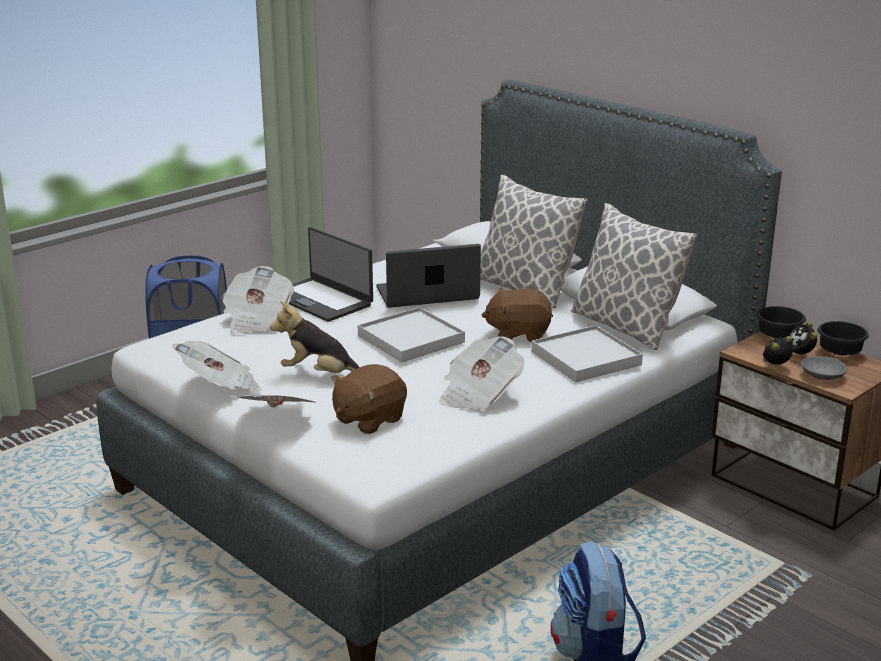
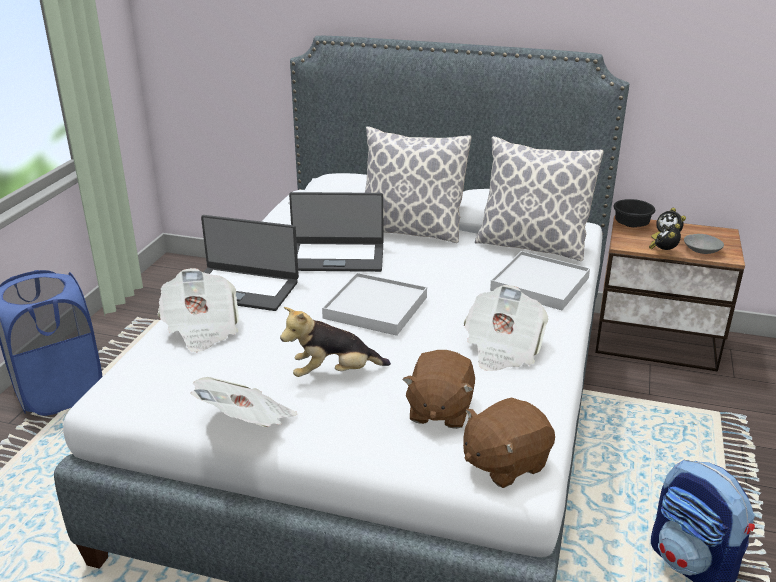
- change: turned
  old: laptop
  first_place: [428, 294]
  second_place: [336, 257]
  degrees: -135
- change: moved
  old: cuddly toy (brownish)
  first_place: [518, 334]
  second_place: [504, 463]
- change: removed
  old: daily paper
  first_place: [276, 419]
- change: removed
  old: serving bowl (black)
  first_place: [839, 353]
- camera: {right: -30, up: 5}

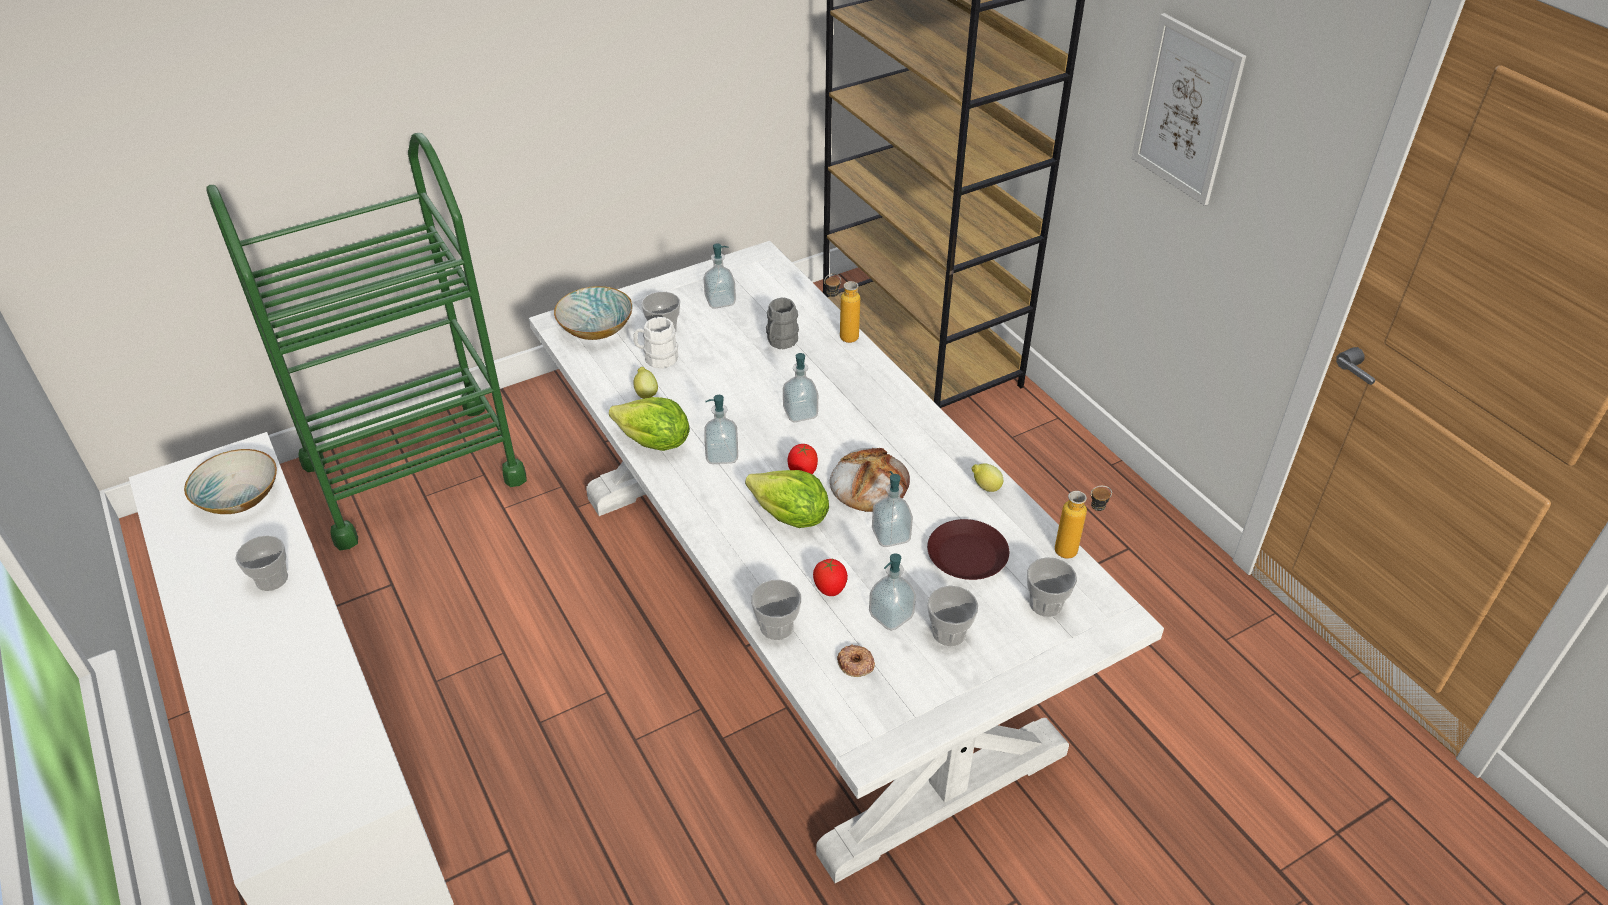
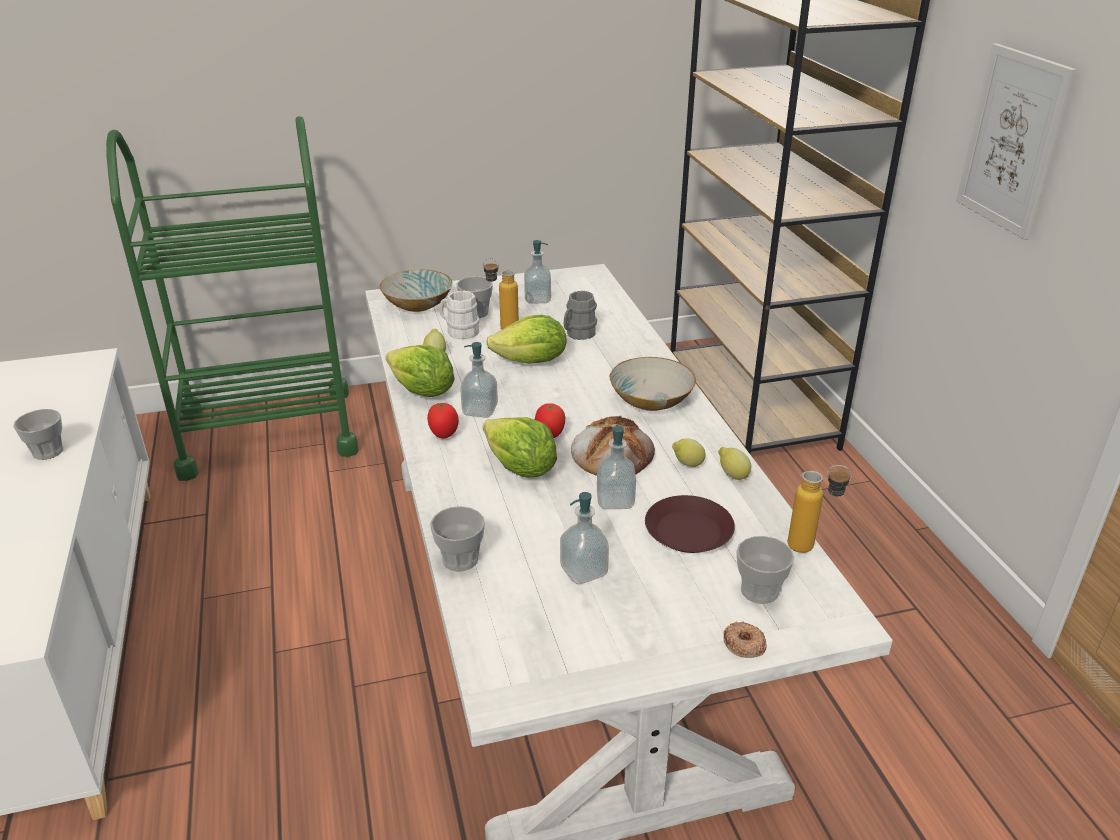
- change: moved
  old: fresh tomato
  first_place: [830, 590]
  second_place: [444, 435]
- change: moved
  old: beverage bottle
  first_place: [841, 338]
  second_place: [502, 328]
- change: added
  new: lettuce head
  second_place: [532, 362]
- change: moved
  old: serving bowl
  first_place: [238, 497]
  second_place: [650, 400]
- change: added
  new: lemon
  second_place: [687, 465]
- change: moved
  old: ring doughnut
  first_place: [855, 664]
  second_place: [744, 644]
- change: removed
  old: liquid soap bottle
  first_place: [800, 413]
- change: removed
  old: small cup
  first_place: [949, 633]
- camera: {right: 15, up: -10}

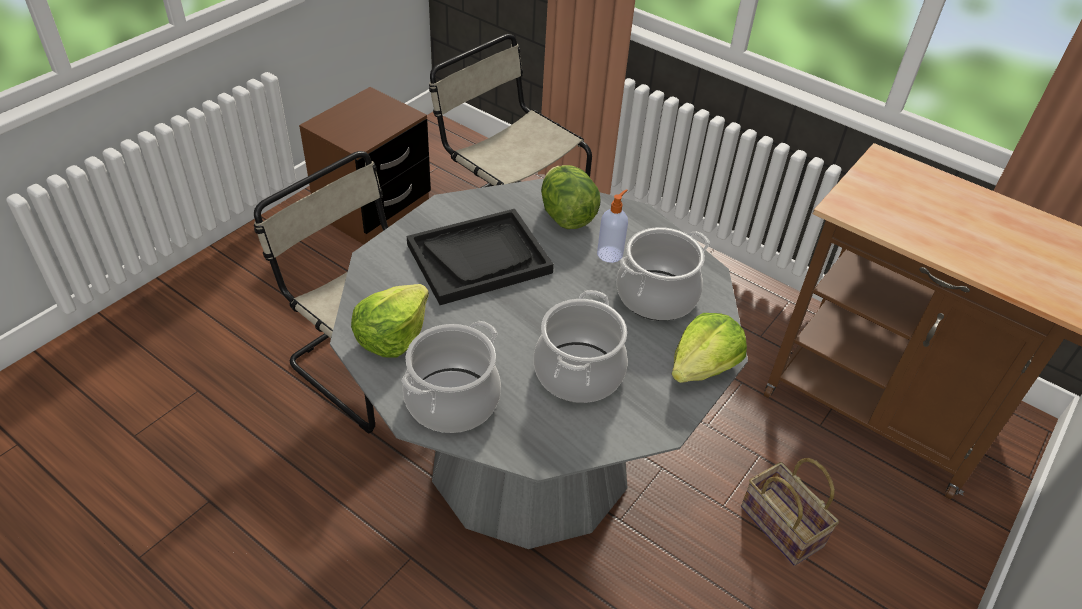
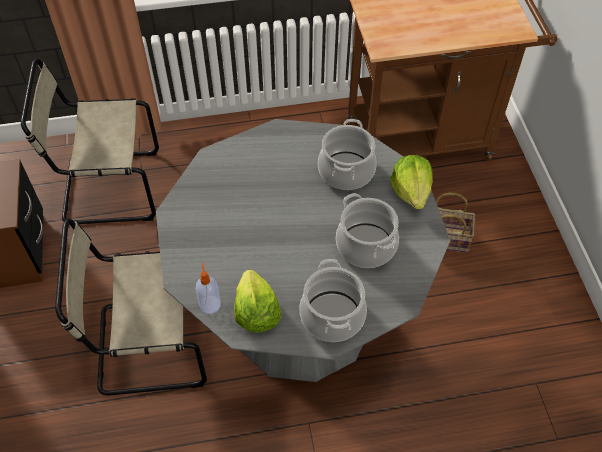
- change: moved
  old: liquid soap bottle
  first_place: [610, 253]
  second_place: [210, 304]
- change: removed
  old: serving tray (black)
  first_place: [479, 258]
- change: removed
  old: lettuce head
  first_place: [566, 216]
- camera: {right: -45, up: 10}

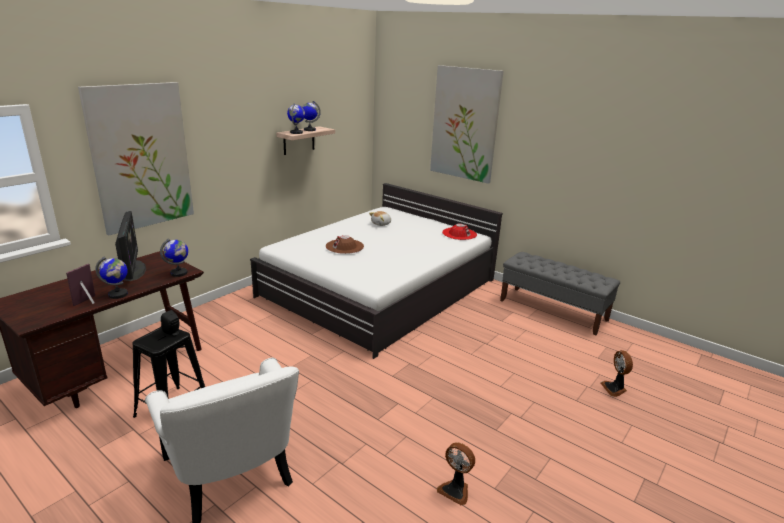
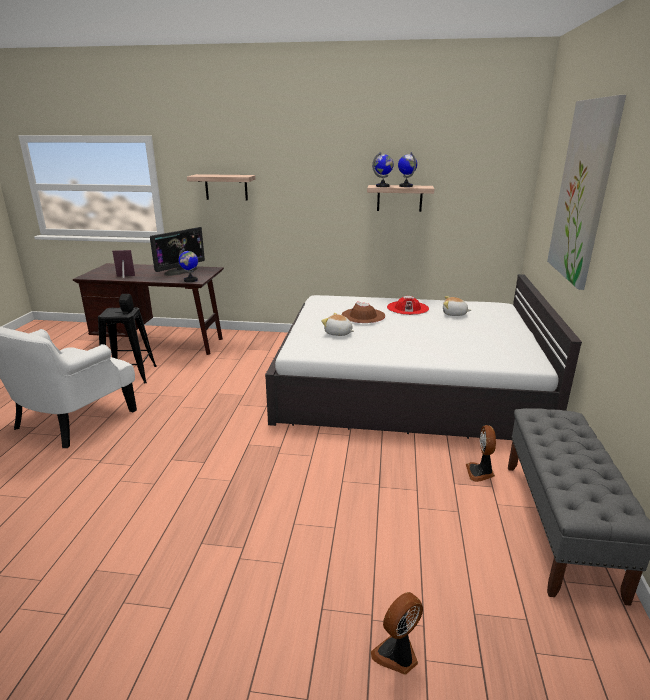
- change: replaced
  old: picture
  new: wall shelf
  first_place: [141, 157]
  second_place: [226, 187]
- change: added
  new: cuddly toy
  second_place: [338, 333]
- change: moved
  old: clothing hat (reddish)
  first_place: [459, 234]
  second_place: [407, 308]
- change: moved
  old: cooling fan
  first_place: [455, 490]
  second_place: [480, 472]
- change: removed
  old: globe
  first_place: [118, 294]
- camera: {right: 60, up: 0}

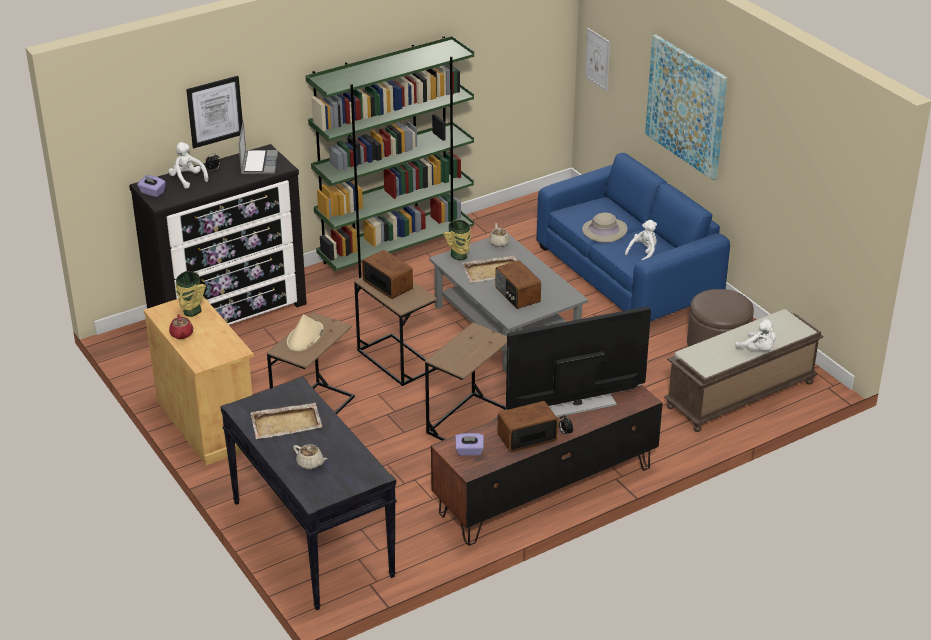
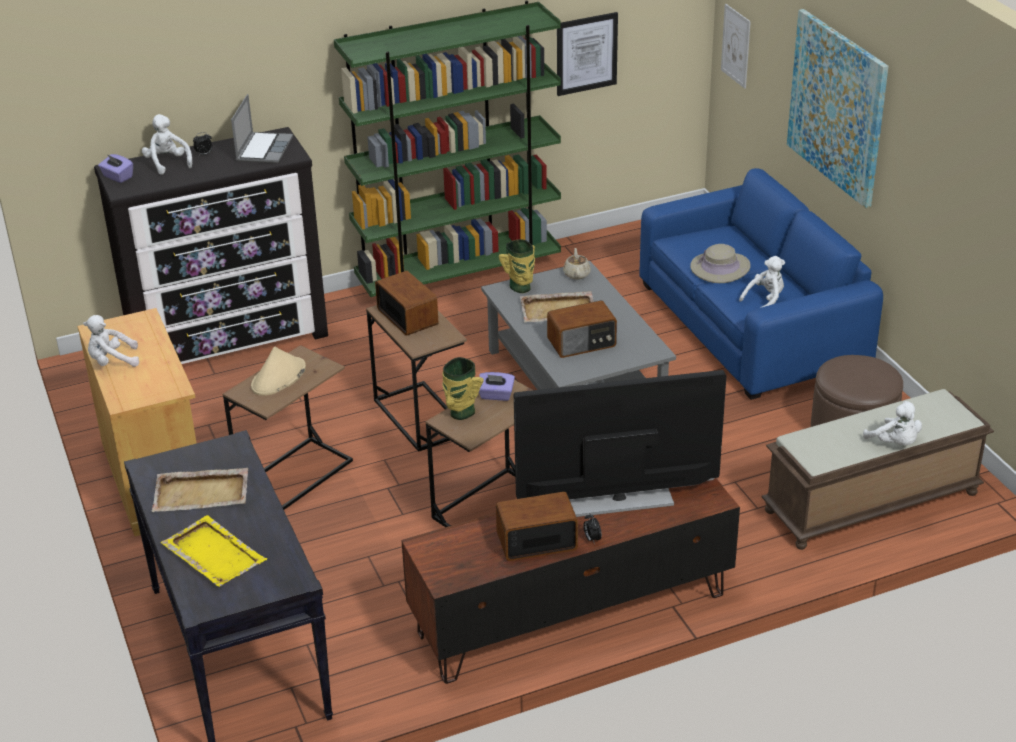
- change: replaced
  old: tea pot (reddish)
  new: cuddly toy (white)
  first_place: [181, 334]
  second_place: [112, 361]
- change: replaced
  old: tea pot (beige)
  new: serving tray (yellow-coloured)
  first_place: [310, 463]
  second_place: [213, 553]
- change: moved
  old: vase
  first_place: [191, 312]
  second_place: [461, 413]
- change: moved
  old: tissue box (purplish)
  first_place: [469, 451]
  second_place: [496, 395]
- change: turned
  old: radio set
  first_place: [517, 295]
  second_place: [582, 343]
  degrees: -90
- change: moved
  old: picture
  first_place: [215, 111]
  second_place: [586, 53]
- camera: {right: 10, up: 0}

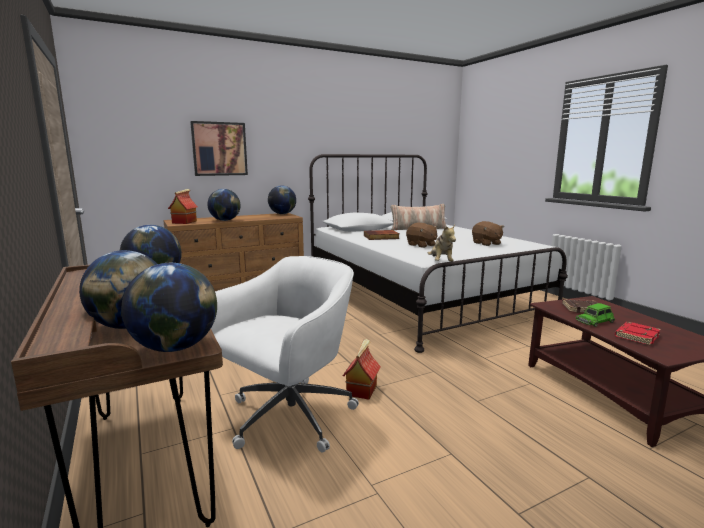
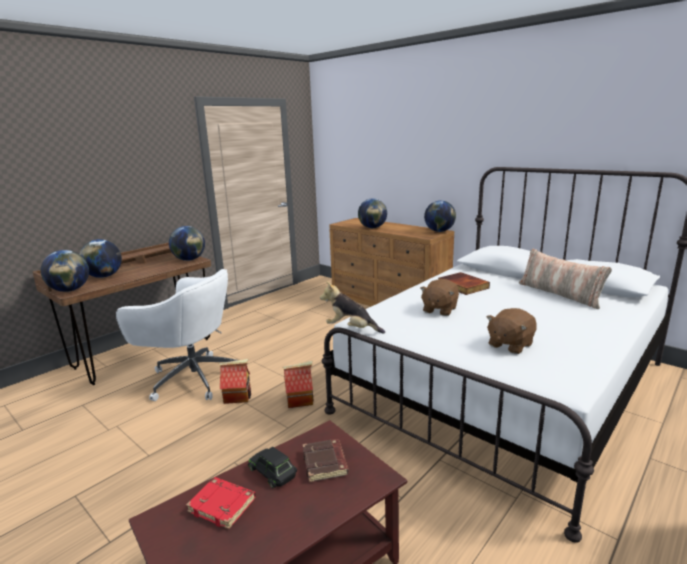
- change: recoloured
  old: toy car (green-coloured)
  new: toy car (black)
  first_place: [594, 321]
  second_place: [273, 471]
- change: moved
  old: toy house
  first_place: [184, 222]
  second_place: [300, 400]
- change: turned
  old: cuddly toy
  first_place: [441, 262]
  second_place: [351, 329]
  degrees: 45
- change: removed
  old: picture
  first_place: [219, 149]
- camera: {right: 70, up: 5}

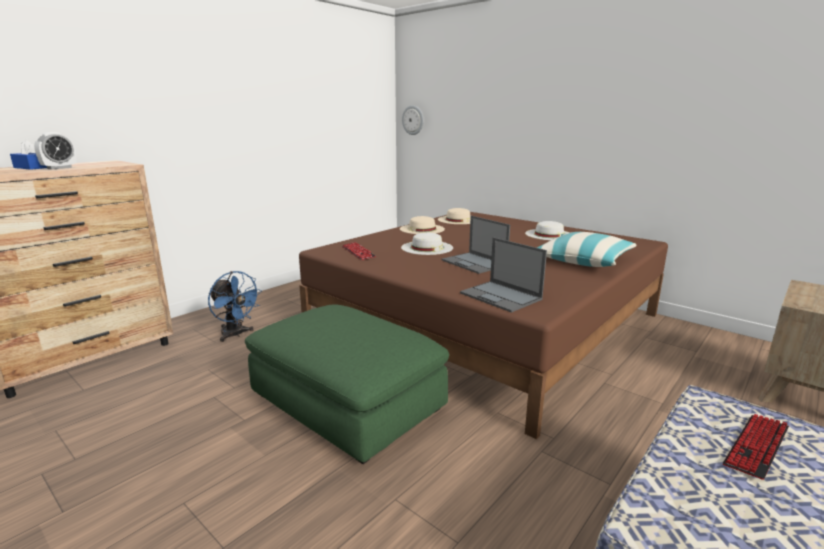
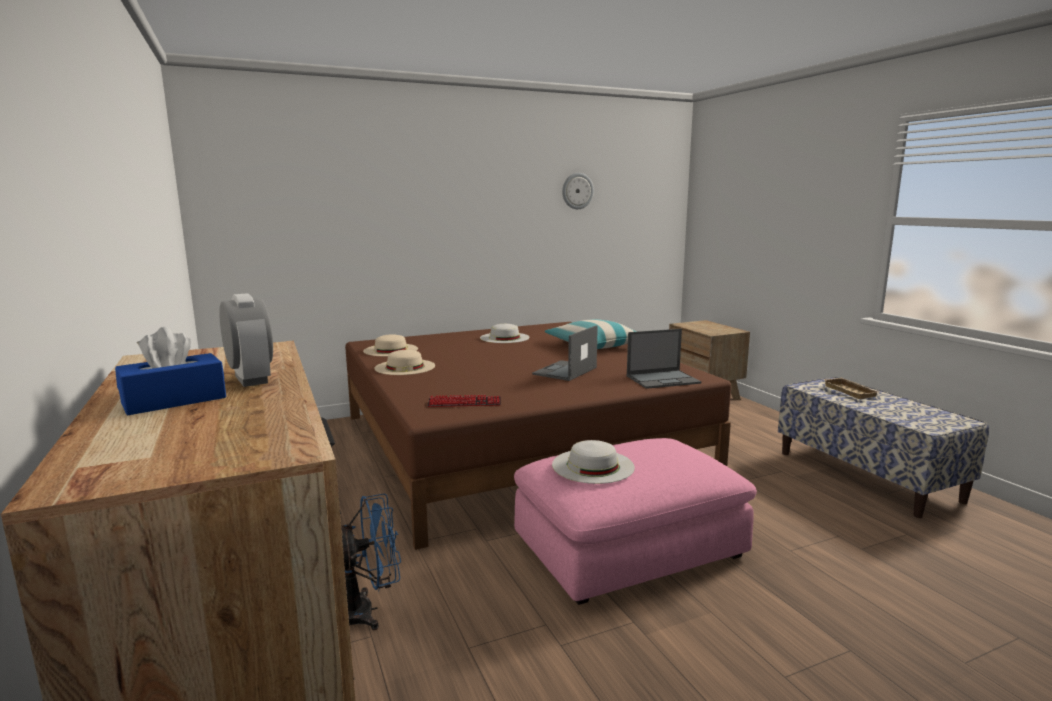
- change: recoloured
  old: ottoman (green-coloured)
  new: ottoman (pink-coloured)
  first_place: [347, 401]
  second_place: [628, 547]
- change: turned
  old: laptop
  first_place: [474, 263]
  second_place: [565, 371]
  degrees: 135
- change: moved
  old: clothing hat (white)
  first_place: [427, 247]
  second_place: [593, 465]
- change: moved
  old: hanging clock
  first_place: [413, 120]
  second_place: [577, 191]
- change: replaced
  old: PC keyboard
  new: serving tray (beige)
  first_place: [756, 446]
  second_place: [852, 392]
- camera: {right: -65, up: -5}

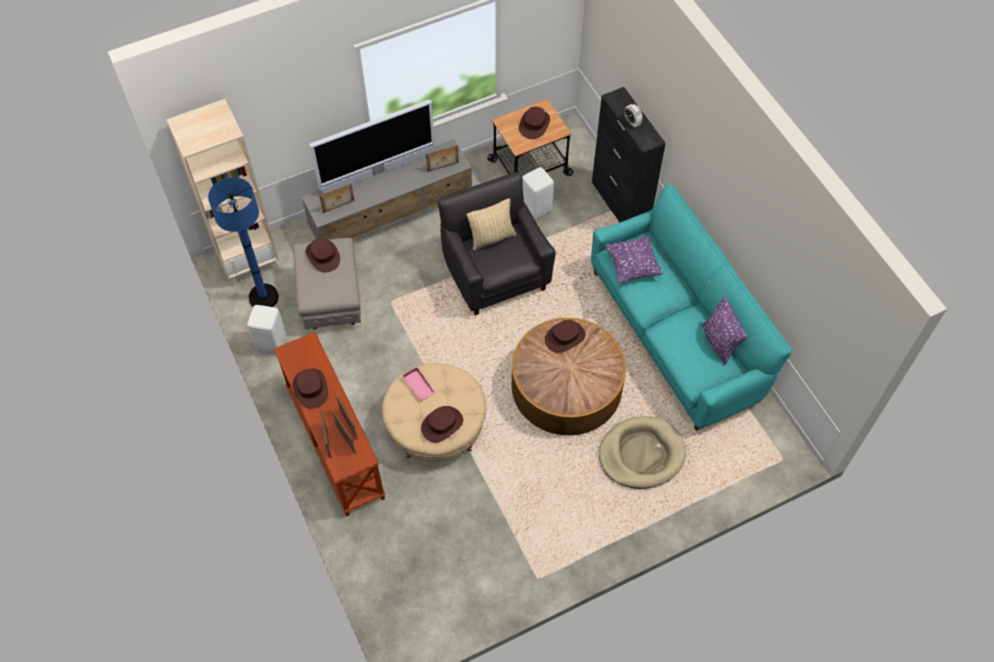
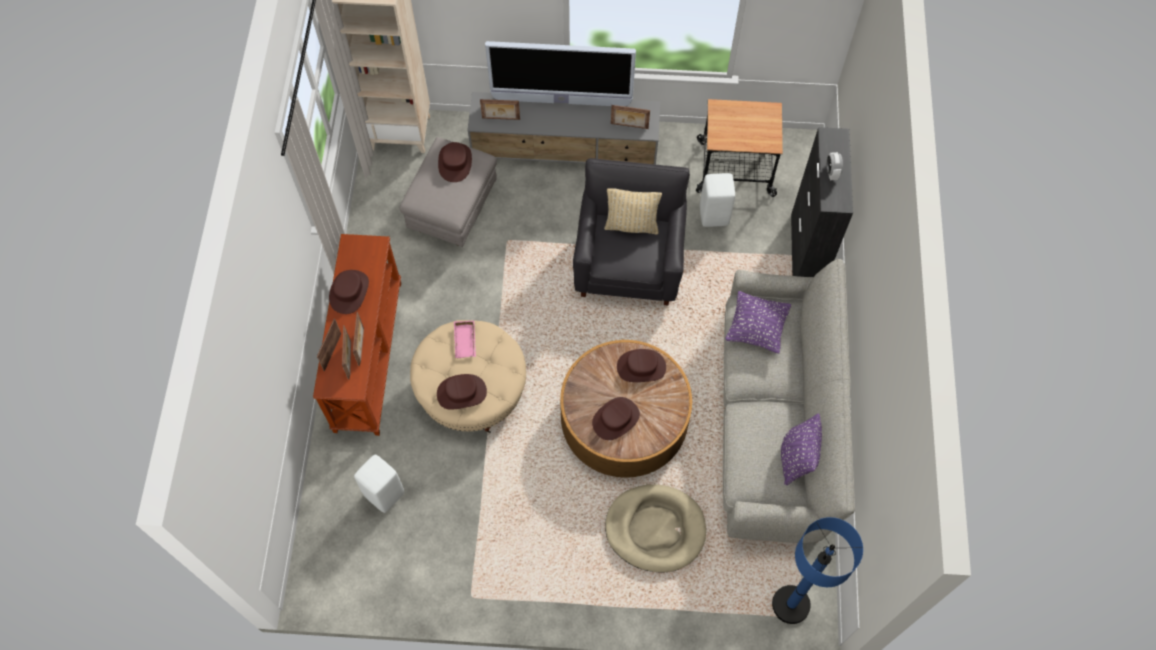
- change: moved
  old: stool (white)
  first_place: [271, 344]
  second_place: [383, 494]
- change: moved
  old: clothing hat (brownish)
  first_place: [534, 124]
  second_place: [616, 419]
- change: recoloured
  old: sofa (blue-green)
  new: sofa (greyish)
  first_place: [675, 335]
  second_place: [772, 422]
- change: moved
  old: standard lamp (blue-coloured)
  first_place: [263, 297]
  second_place: [790, 604]
- camera: {right: 30, up: 5}

